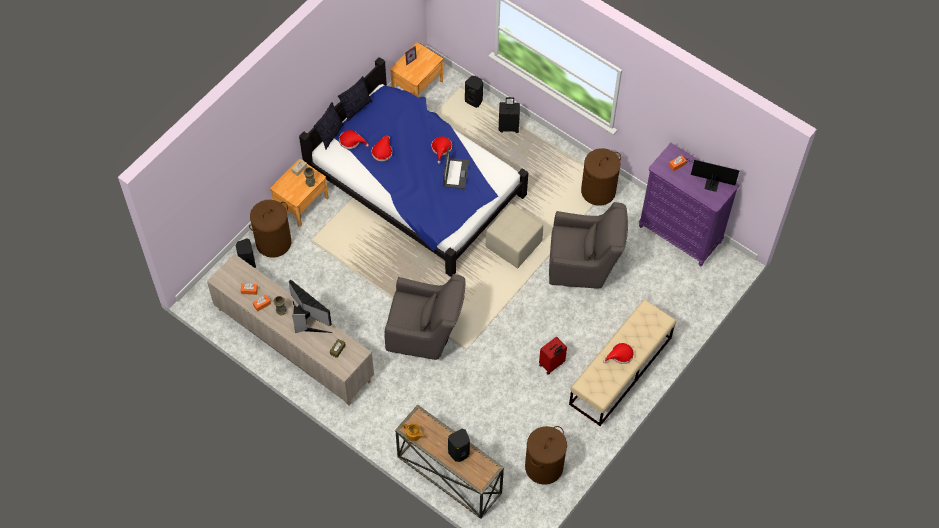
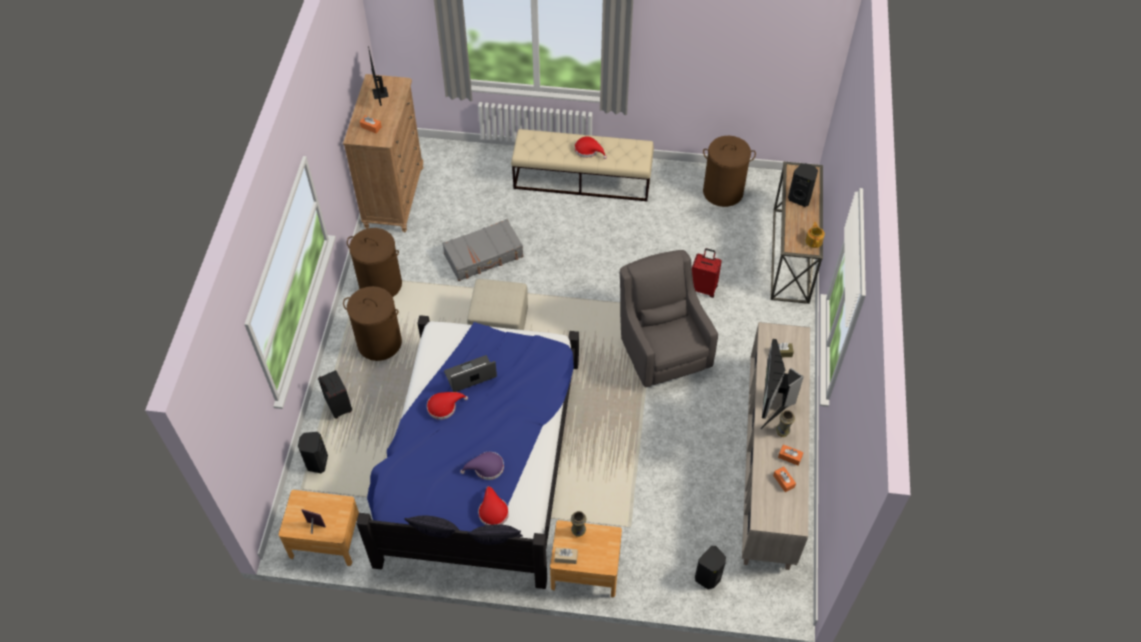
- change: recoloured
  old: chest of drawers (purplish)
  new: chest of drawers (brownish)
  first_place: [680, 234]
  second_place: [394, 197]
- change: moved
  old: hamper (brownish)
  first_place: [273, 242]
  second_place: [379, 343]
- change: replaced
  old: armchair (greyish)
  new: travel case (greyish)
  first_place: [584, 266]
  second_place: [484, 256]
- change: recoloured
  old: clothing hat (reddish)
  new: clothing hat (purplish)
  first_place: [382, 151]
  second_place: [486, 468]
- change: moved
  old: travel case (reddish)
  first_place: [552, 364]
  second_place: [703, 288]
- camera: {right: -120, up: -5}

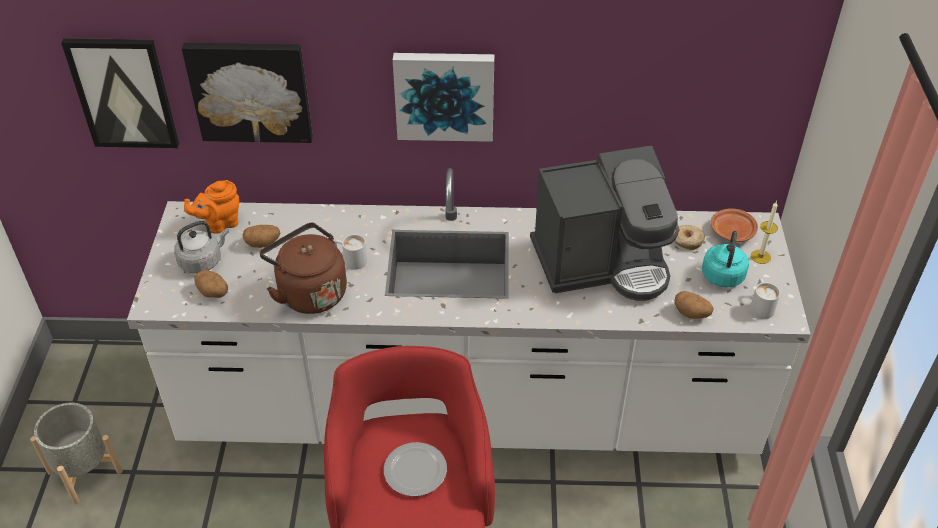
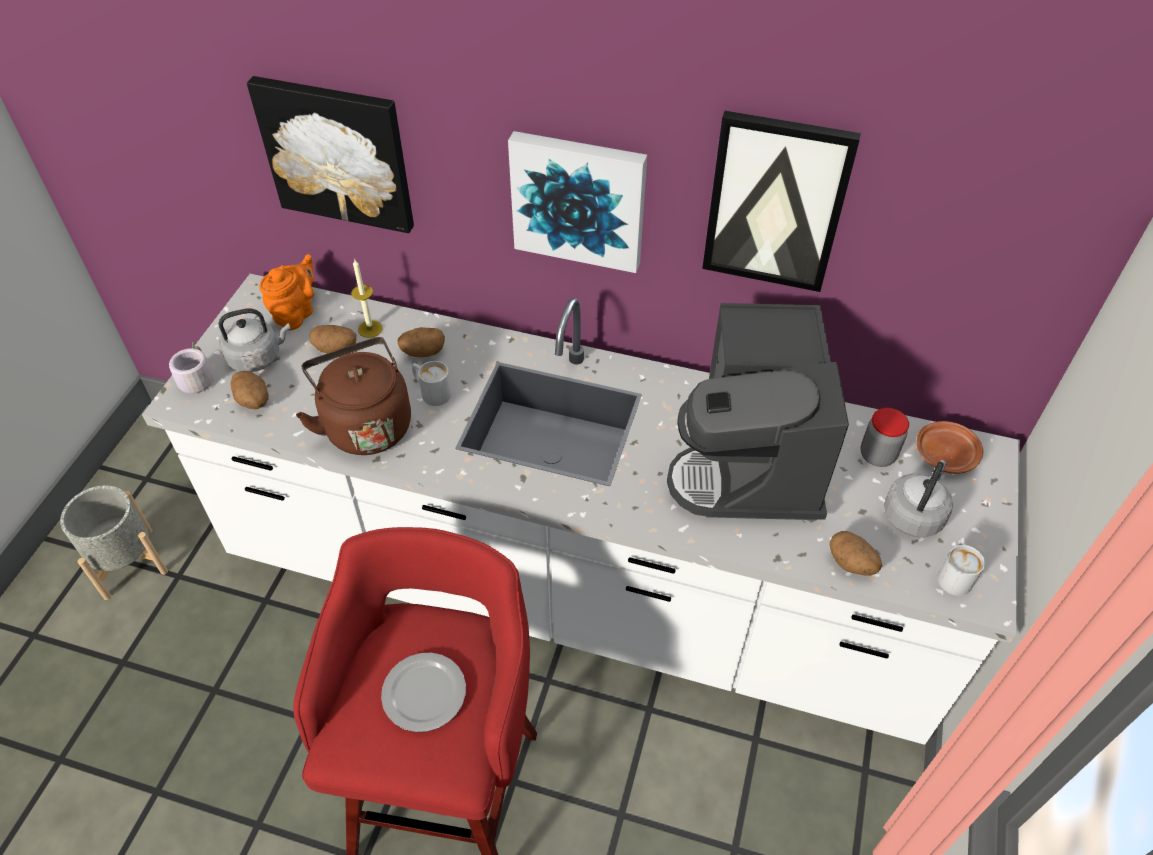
- change: added
  new: tea mug (greyish)
  second_place: [195, 378]
- change: turned
  old: tea pot (orange)
  first_place: [219, 224]
  second_place: [296, 313]
  degrees: 135
- change: moved
  old: candle
  first_place: [760, 256]
  second_place: [370, 329]
- change: added
  new: whole potato
  second_place: [423, 352]
- change: turned
  old: coffee maker
  first_place: [602, 263]
  second_place: [751, 463]
  degrees: 90
- change: moved
  old: picture
  first_place: [123, 92]
  second_place: [776, 203]
- change: replaced
  old: ring doughnut
  new: jar
  first_place: [687, 241]
  second_place: [877, 455]
- change: recoloured
  old: kettle (blue-green)
  new: kettle (greyish)
  first_place: [723, 274]
  second_place: [914, 514]
- camera: {right: 15, up: 5}

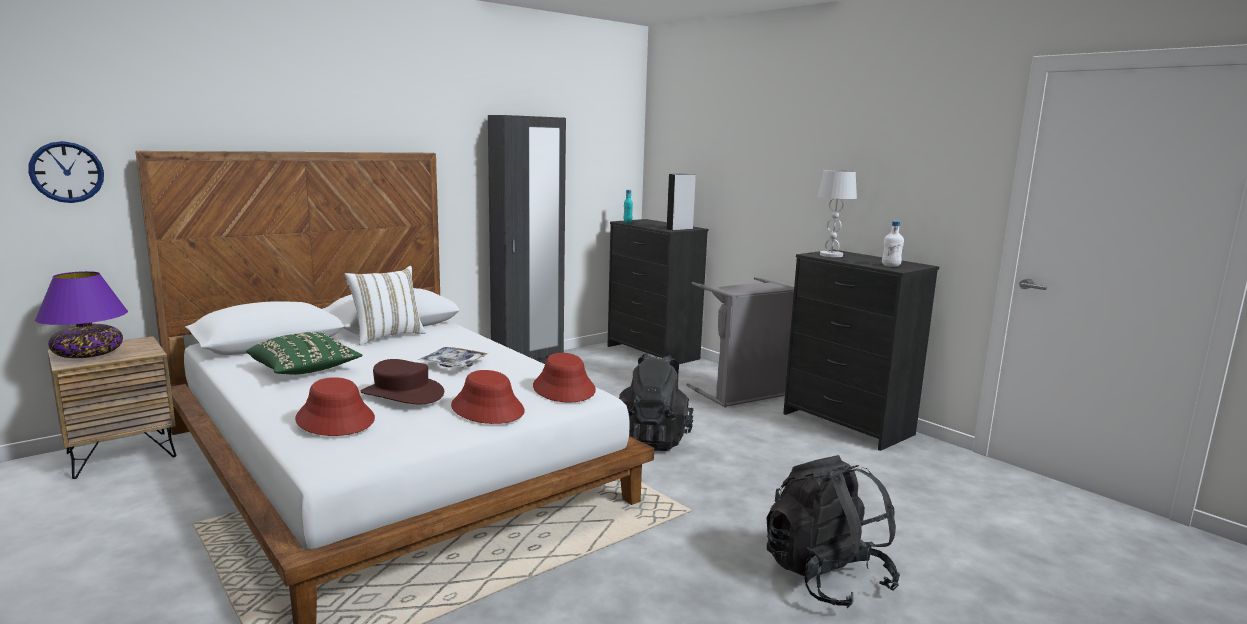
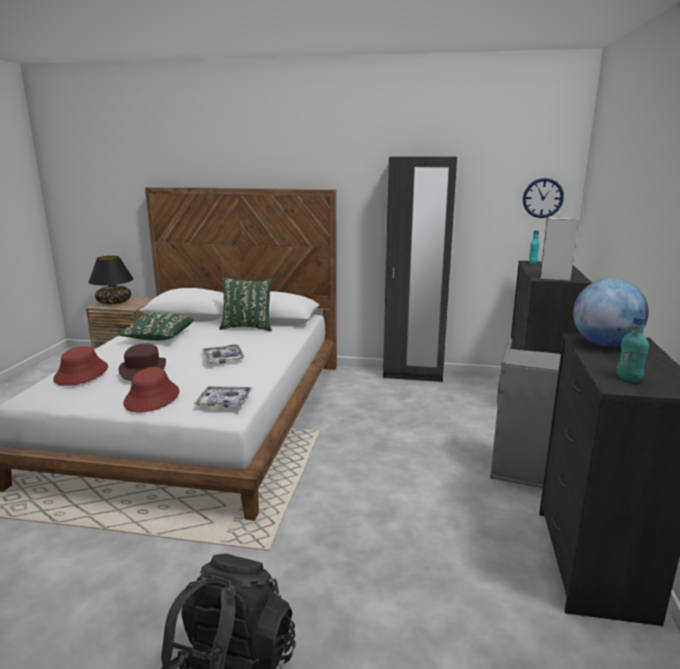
- change: recoloured
  old: table lamp (purplish)
  new: table lamp (black)
  first_place: [89, 354]
  second_place: [114, 302]
- change: replaced
  old: clothing hat (reddish)
  new: serving tray
  first_place: [564, 388]
  second_place: [224, 402]
- change: recoloured
  old: throw pillow (white)
  new: throw pillow (green-coloured)
  first_place: [387, 336]
  second_place: [247, 327]
- change: moved
  old: hanging clock
  first_place: [67, 172]
  second_place: [542, 198]
- change: replaced
  old: table lamp (white)
  new: globe
  first_place: [831, 255]
  second_place: [604, 344]
- change: recoloured
  old: beverage bottle (white)
  new: beverage bottle (blue-green)
  first_place: [890, 266]
  second_place: [628, 379]
- change: removed
  old: knapsack (black)
  first_place: [653, 439]
- camera: {right: 50, up: 5}

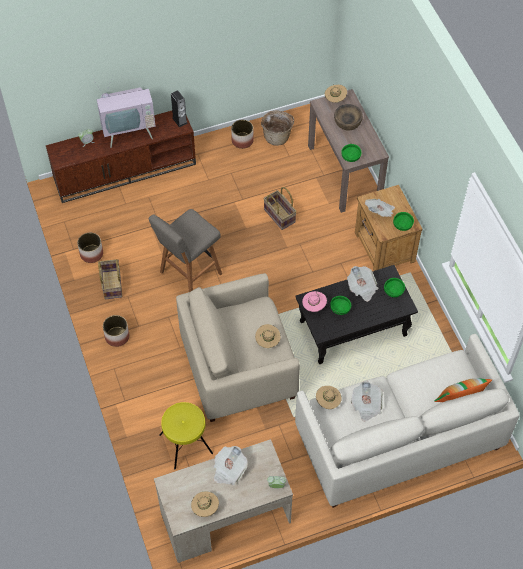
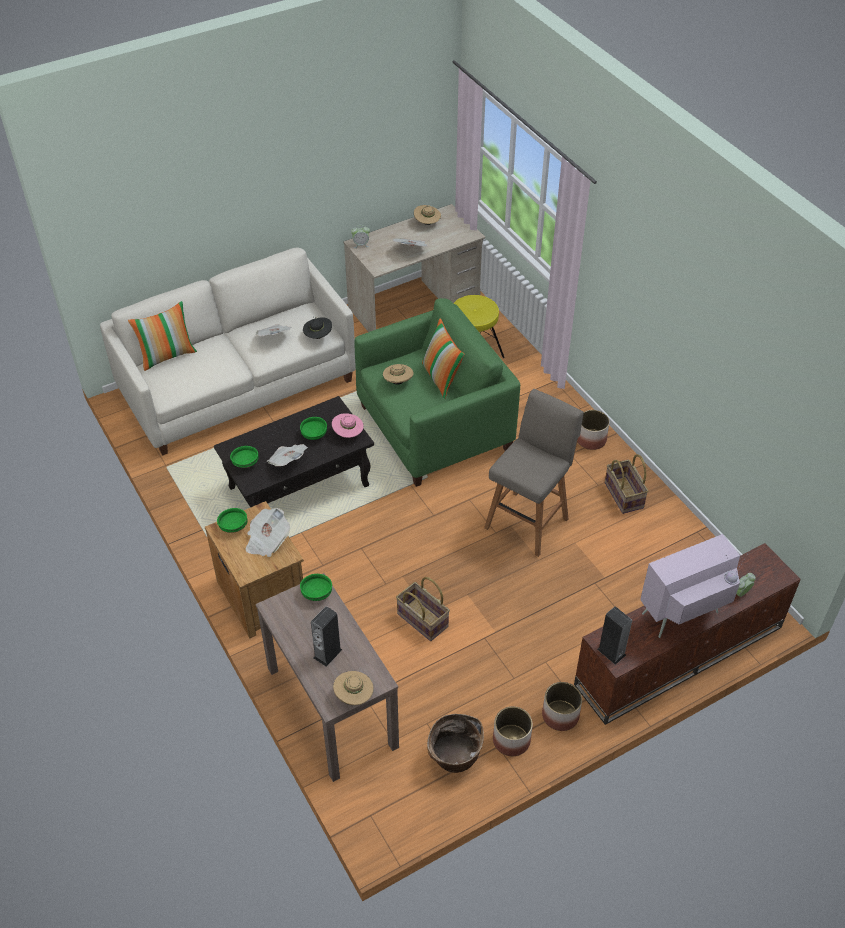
- change: recoloured
  old: clothing hat (beige)
  new: clothing hat (black)
  first_place: [328, 401]
  second_place: [318, 336]
- change: replaced
  old: serving bowl (brownish)
  new: audio speaker
  first_place: [347, 122]
  second_place: [327, 653]
- change: recoloured
  old: armchair (beige)
  new: armchair (green-coloured)
  first_place: [238, 367]
  second_place: [434, 428]
- change: added
  new: throw pillow
  second_place: [441, 378]
- change: moved
  old: planter
  first_place: [91, 253]
  second_place: [561, 715]
- camera: {right: 170, up: -10}

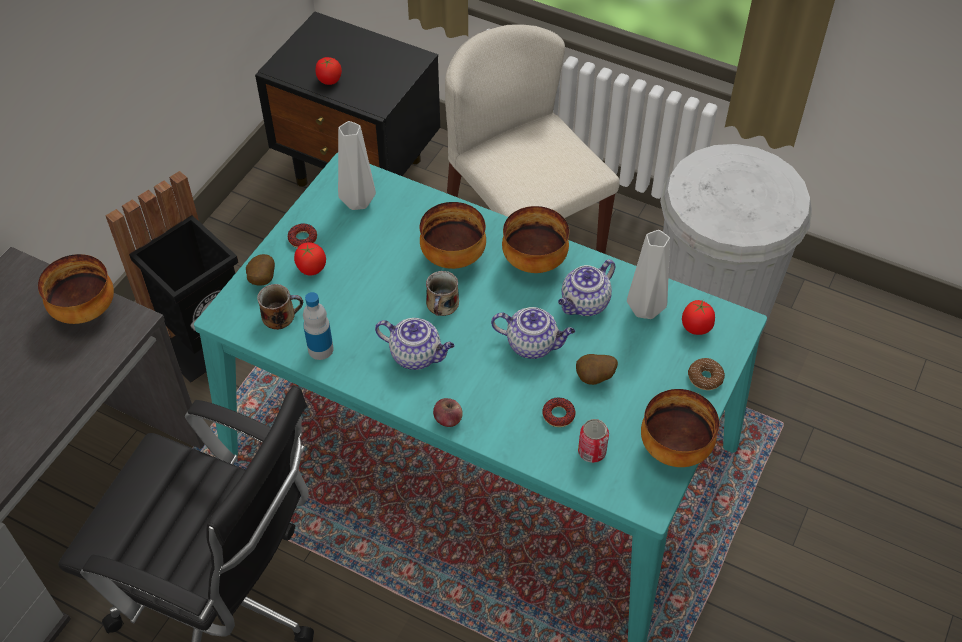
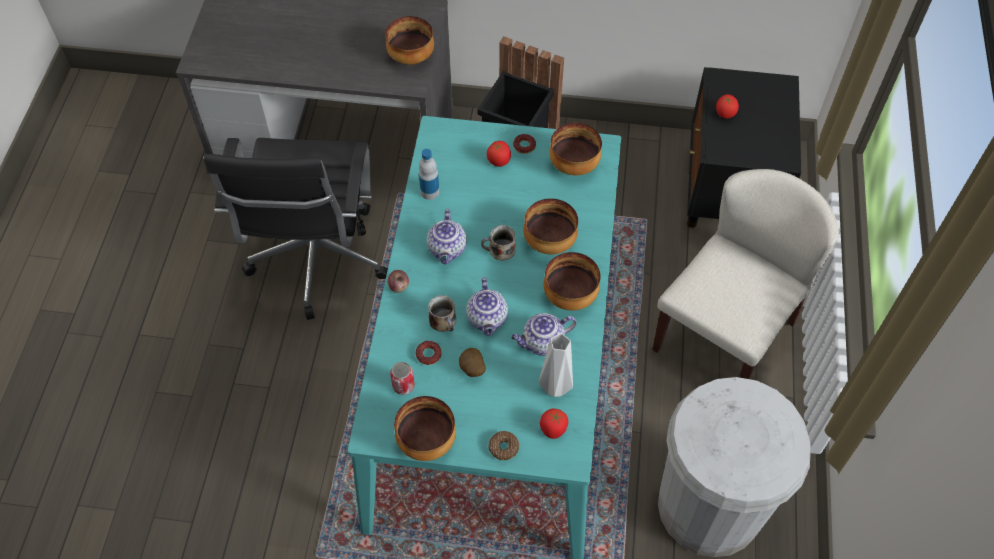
- change: moved
  old: tea mug
  first_place: [280, 315]
  second_place: [443, 321]
- change: turned
  old: tea pot
  first_place: [584, 304]
  second_place: [542, 343]
  degrees: -45
- change: replaced
  old: vase (greyish)
  new: serving bowl
  first_place: [358, 203]
  second_place: [574, 166]
- change: removed
  old: whole potato
  first_place: [261, 280]
- camera: {right: 70, up: 5}

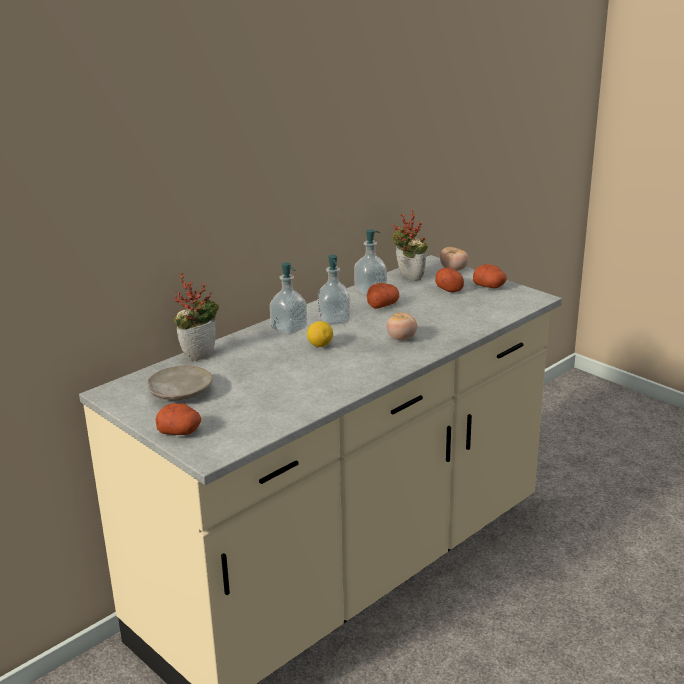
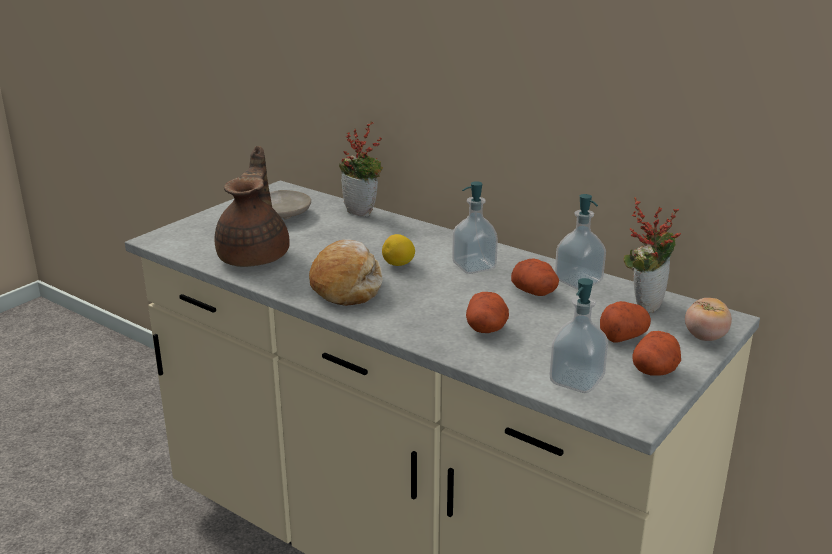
- change: added
  new: tea pot (brownish)
  second_place: [255, 256]
- change: added
  new: bread
  second_place: [346, 285]
- change: moved
  old: whole potato
  first_place: [180, 432]
  second_place: [486, 328]
- change: moved
  old: liquid soap bottle
  first_place: [289, 328]
  second_place: [576, 381]
- change: removed
  old: fresh tomato
  first_place: [401, 338]
- camera: {right: 80, up: 0}

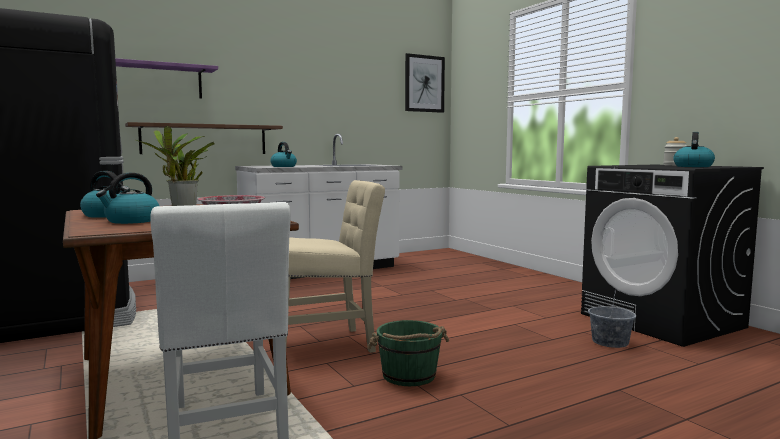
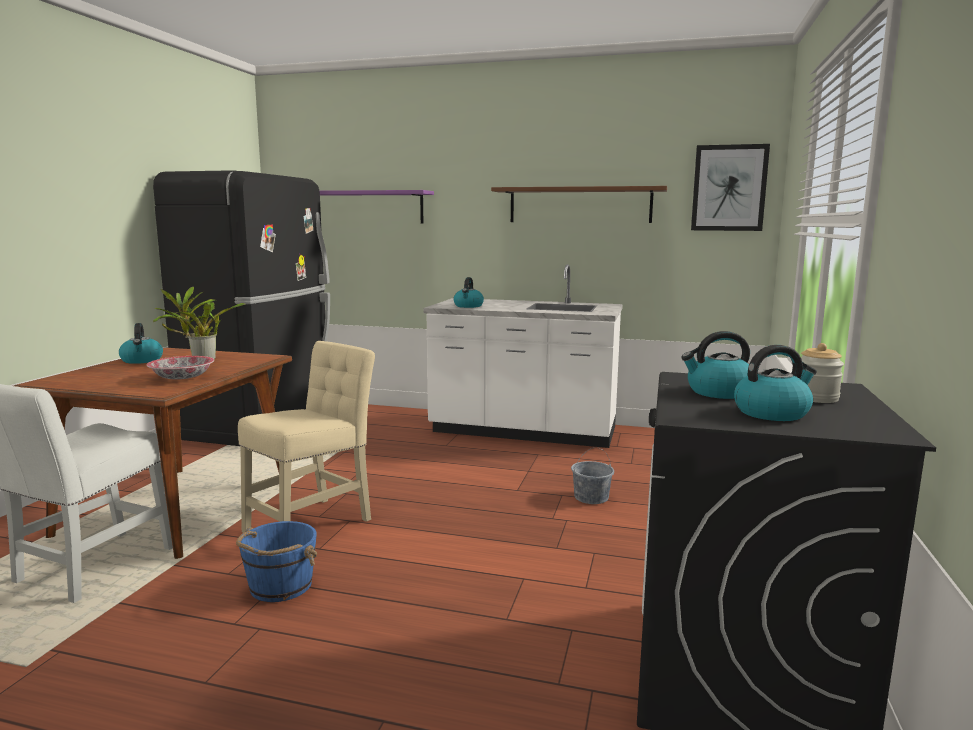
- change: recoloured
  old: bucket (green-coloured)
  new: bucket (blue-coloured)
  first_place: [409, 376]
  second_place: [279, 586]
- change: turned
  old: upright chair (beige)
  first_place: [327, 345]
  second_place: [313, 523]
  degrees: -75
- change: moved
  old: wall shelf (brownish)
  first_place: [205, 139]
  second_place: [580, 205]
- change: moved
  old: bucket (greyish)
  first_place: [610, 342]
  second_place: [591, 497]
- change: moved
  old: kettle
  first_place: [131, 221]
  second_place: [718, 392]
- camera: {right: 45, up: 5}

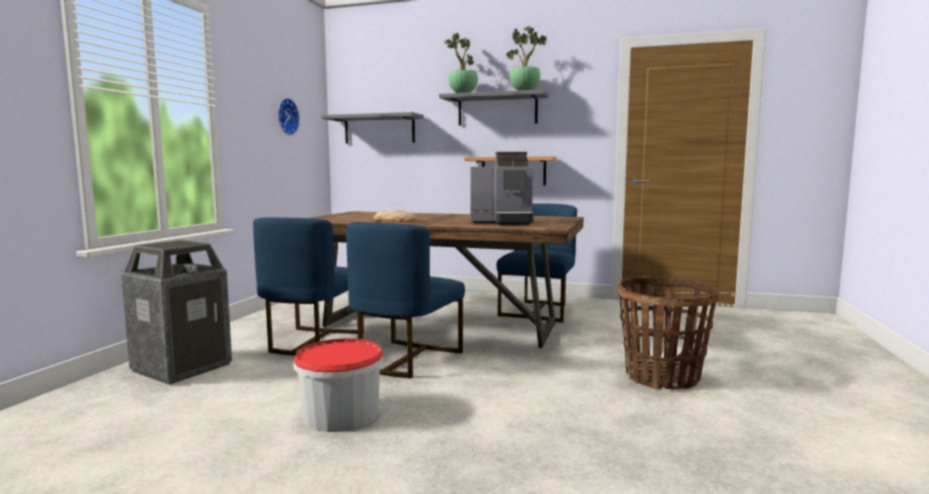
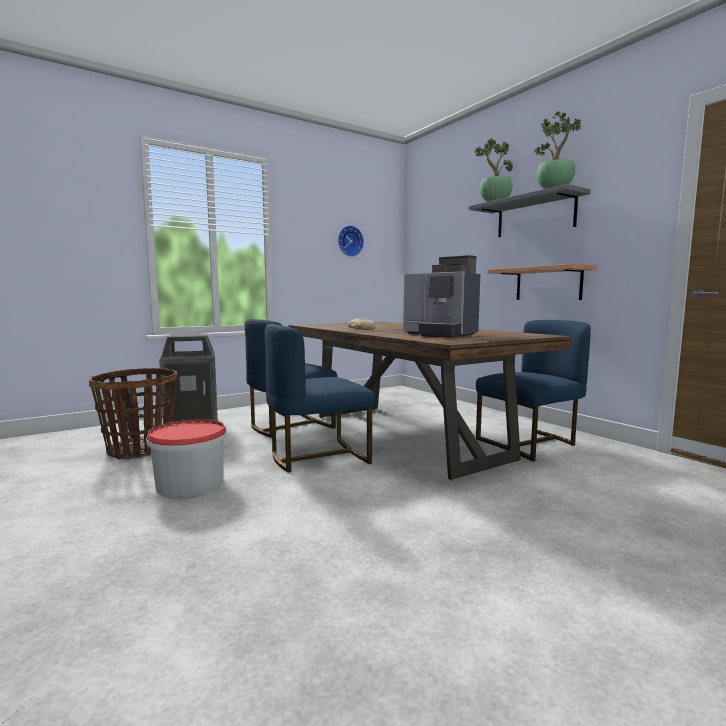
- change: moved
  old: household basket
  first_place: [662, 377]
  second_place: [139, 450]
- change: removed
  old: wall shelf (greyish)
  first_place: [379, 129]
- camera: {right: 40, up: 0}

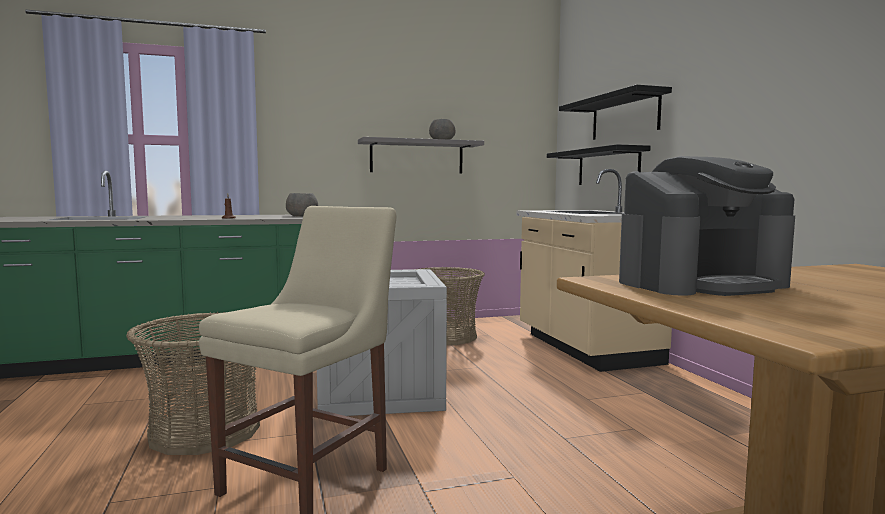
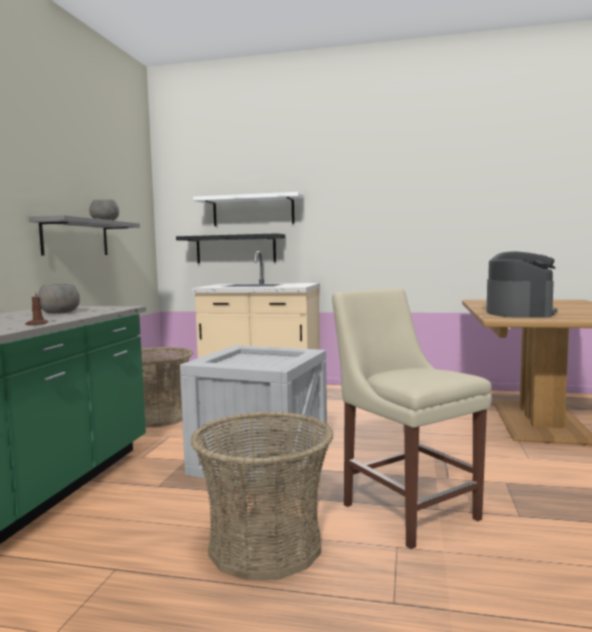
- change: recoloured
  old: wall shelf (black)
  new: wall shelf (white)
  first_place: [624, 116]
  second_place: [253, 211]
- camera: {right: -60, up: 0}

